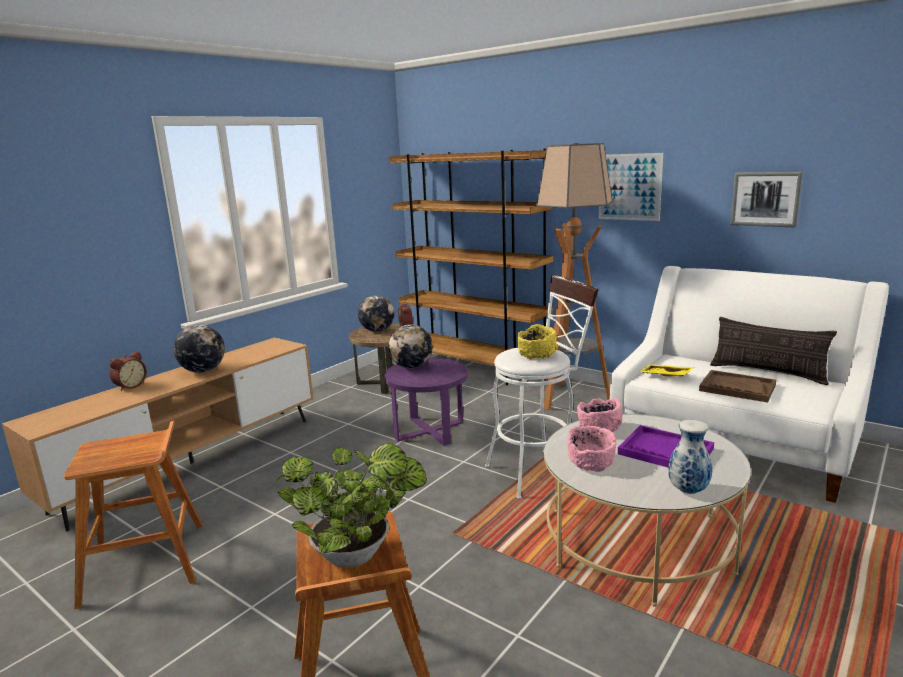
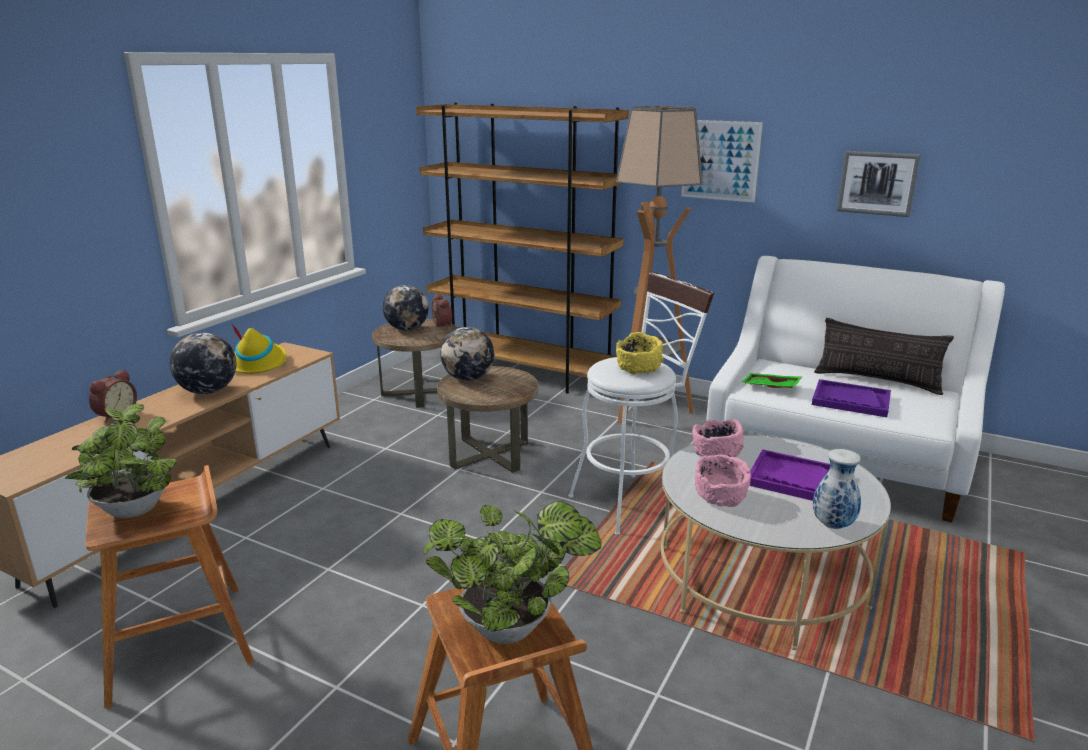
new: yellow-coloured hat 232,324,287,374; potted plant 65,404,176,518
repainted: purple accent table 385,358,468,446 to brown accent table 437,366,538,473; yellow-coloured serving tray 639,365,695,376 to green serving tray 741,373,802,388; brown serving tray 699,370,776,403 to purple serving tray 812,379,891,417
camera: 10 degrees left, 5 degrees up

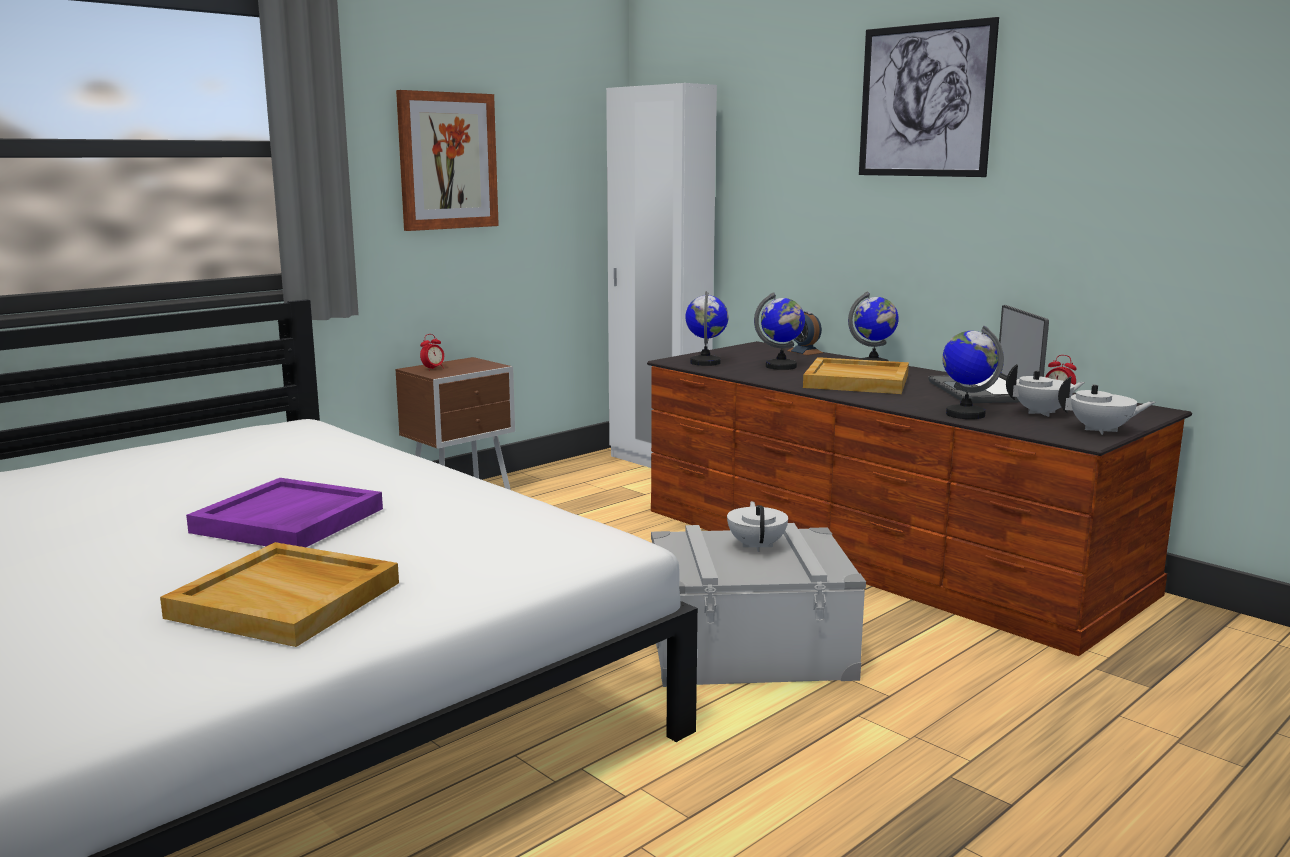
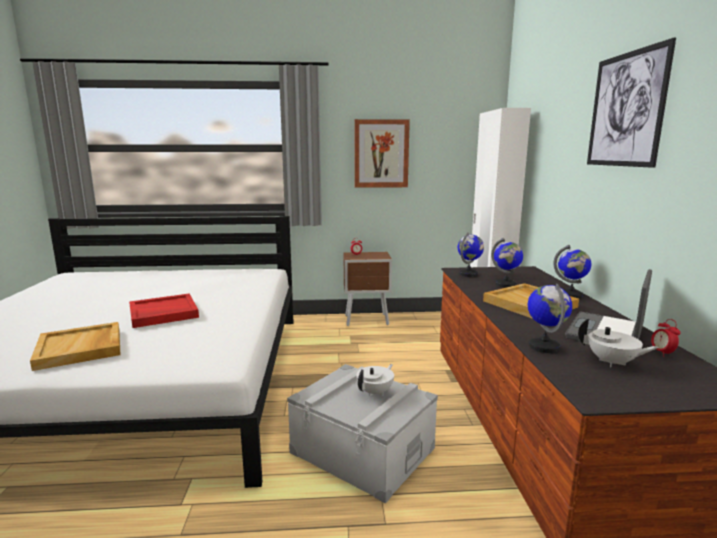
gone: bedside clock 787,311,823,355; whitish pot for tea 1058,376,1156,435
repainted: purple serving tray 186,478,383,547 to red-coloured serving tray 129,294,199,328
camera: 40 degrees right, 0 degrees up

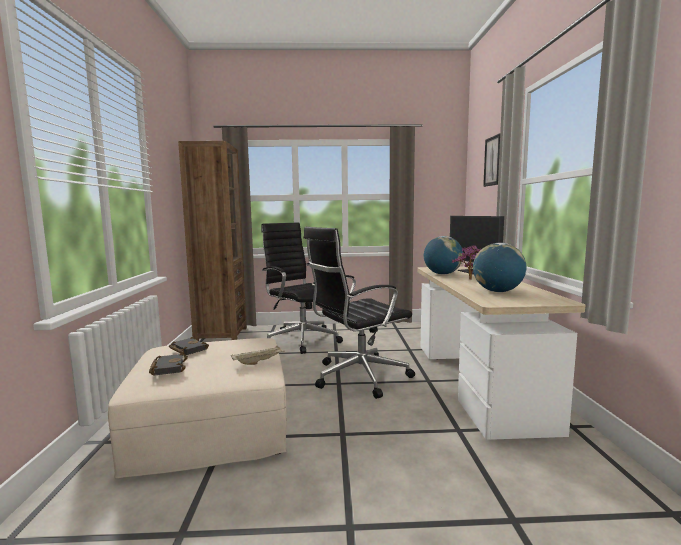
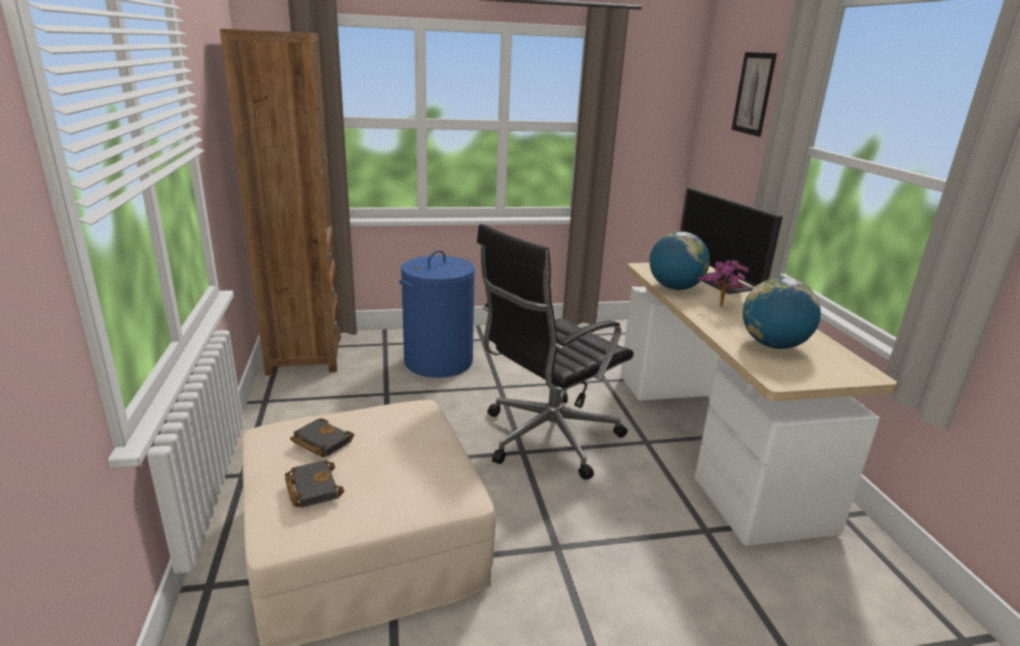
gone: sand-coloured serving tray 231,345,285,365
swapped: blackish desk chair 261,222,343,354 to bluish laundry basket 399,250,475,378
camera: 10 degrees left, 15 degrees up

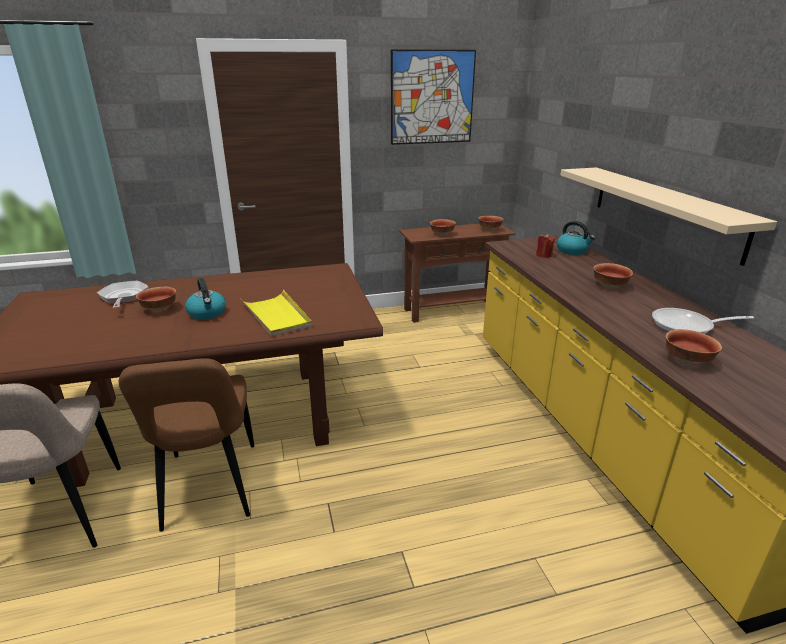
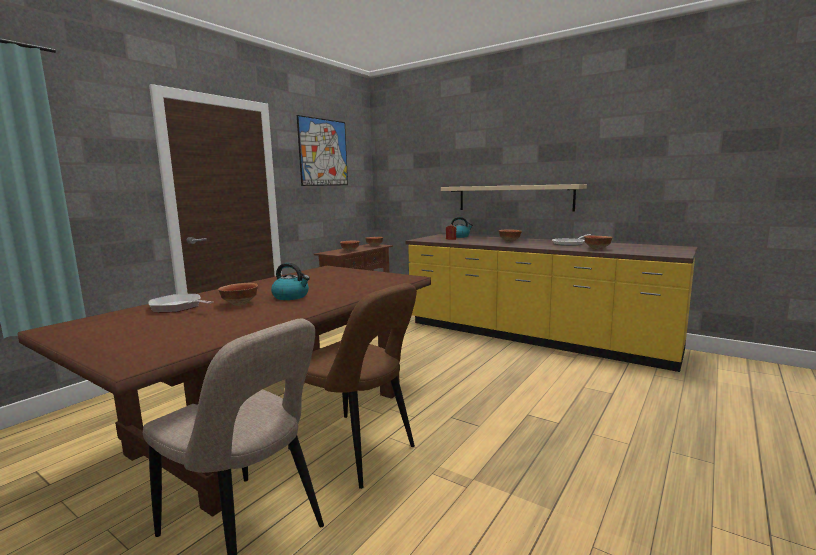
gone: yellow-coloured serving tray 241,290,312,337
camera: 40 degrees left, 15 degrees down

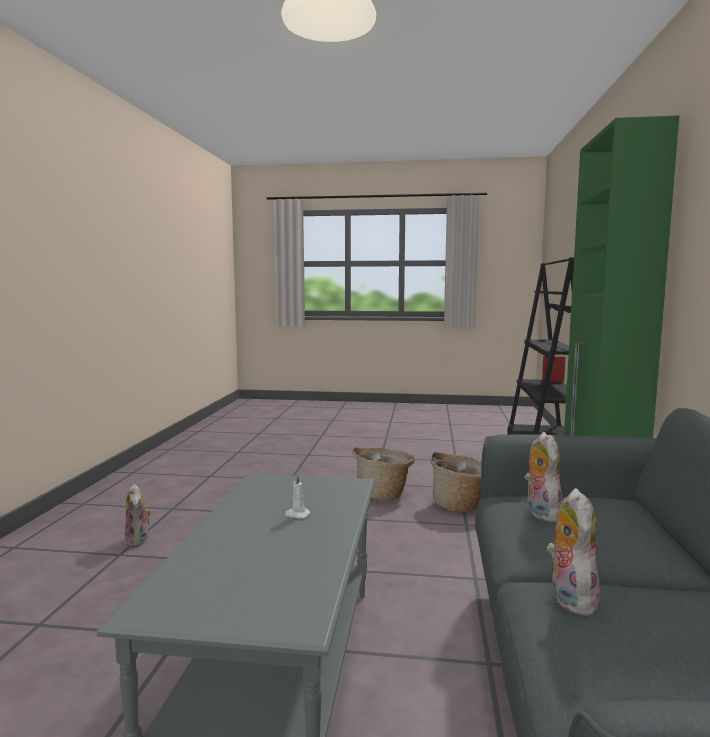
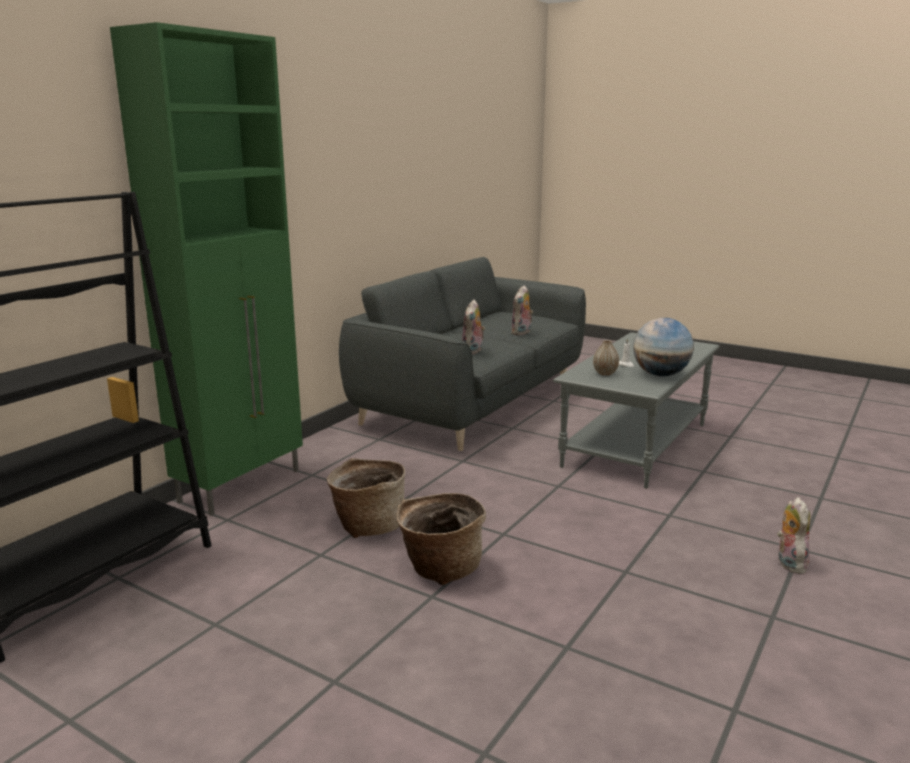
new: world globe 633,318,694,377; vase 593,340,619,376
camera: 155 degrees left, 10 degrees up

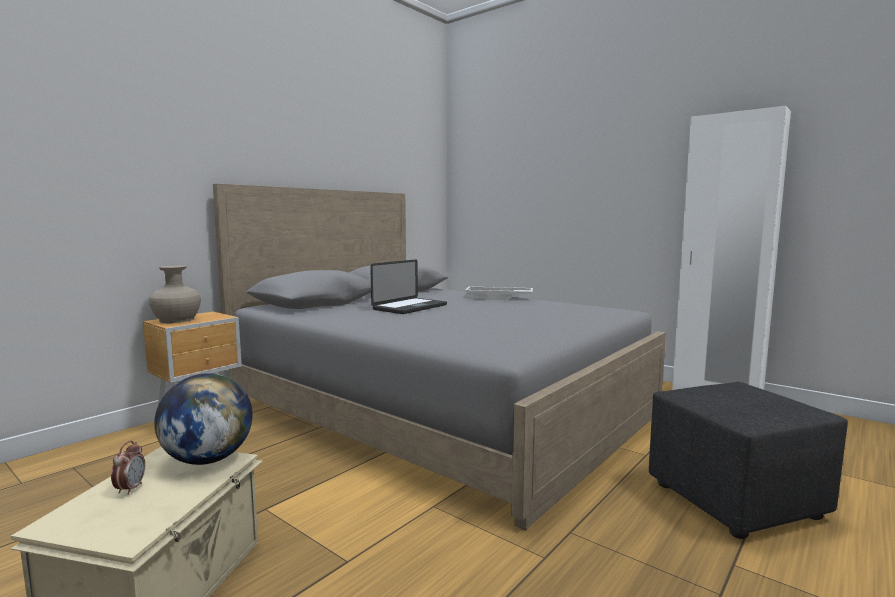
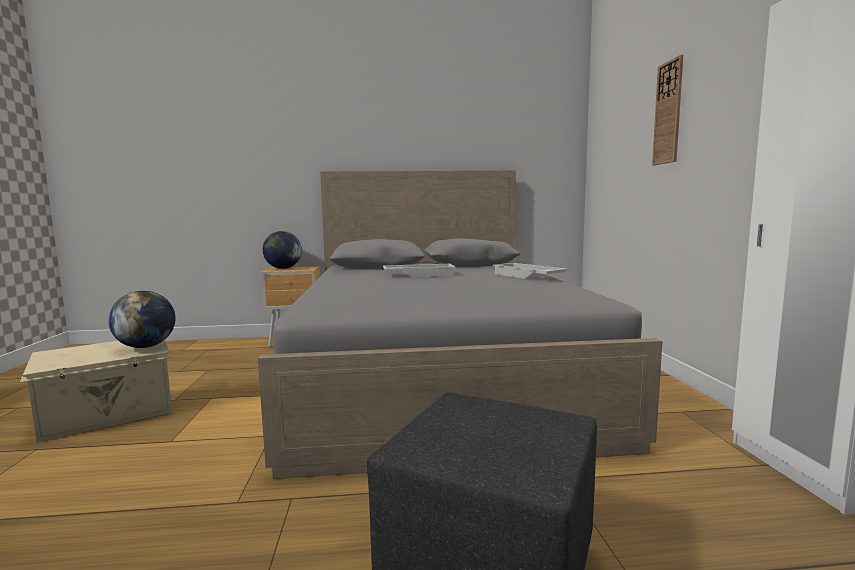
gone: bedside clock 111,441,145,495
new: clock on the wall 652,55,683,165
swapped: laptop 370,260,447,314 to whitish serving tray 383,264,455,278; sand-coloured vase 149,265,201,323 to world globe 262,231,302,269
camera: 45 degrees right, 0 degrees up

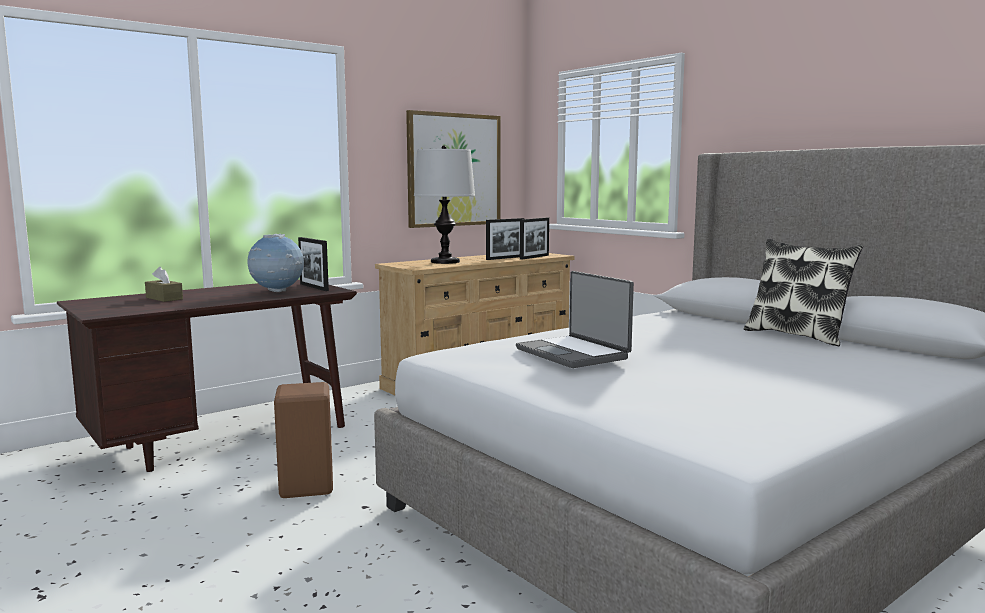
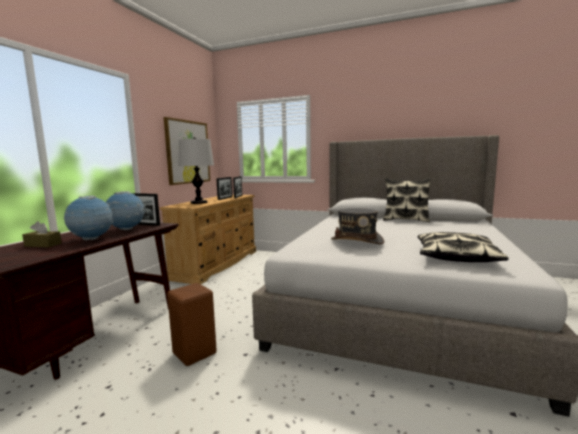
new: world globe 63,195,113,240; cushion 418,232,509,262
swapped: laptop 516,271,634,368 to gray hat 331,208,385,244
camera: 30 degrees left, 0 degrees up

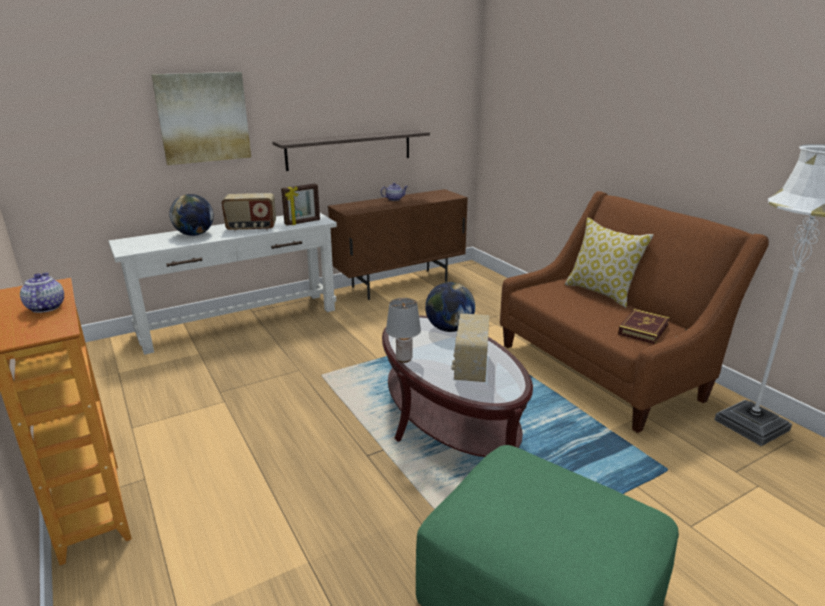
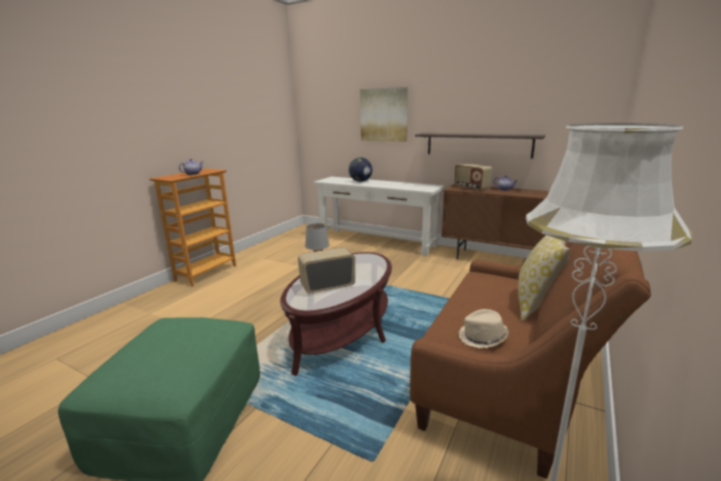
gone: picture frame 281,184,320,226; world globe 425,282,475,332
shifted: radio receiver 221,193,276,231 to 454,163,493,191
swapped: bound book 618,309,670,344 to sand-coloured hat 459,309,509,348
camera: 60 degrees right, 5 degrees down

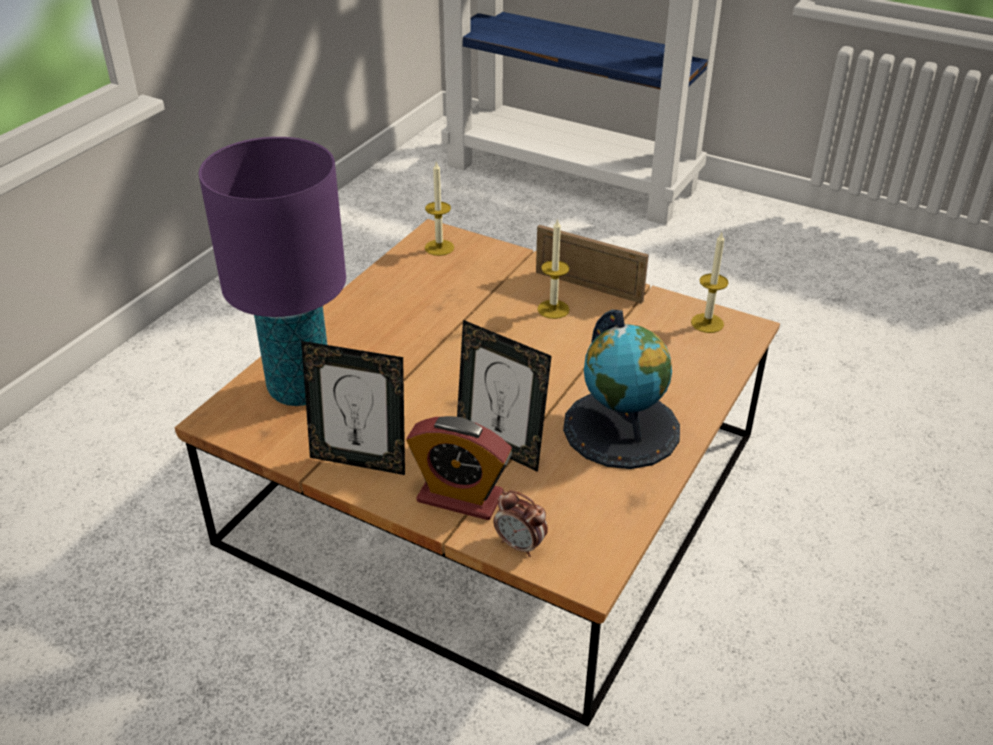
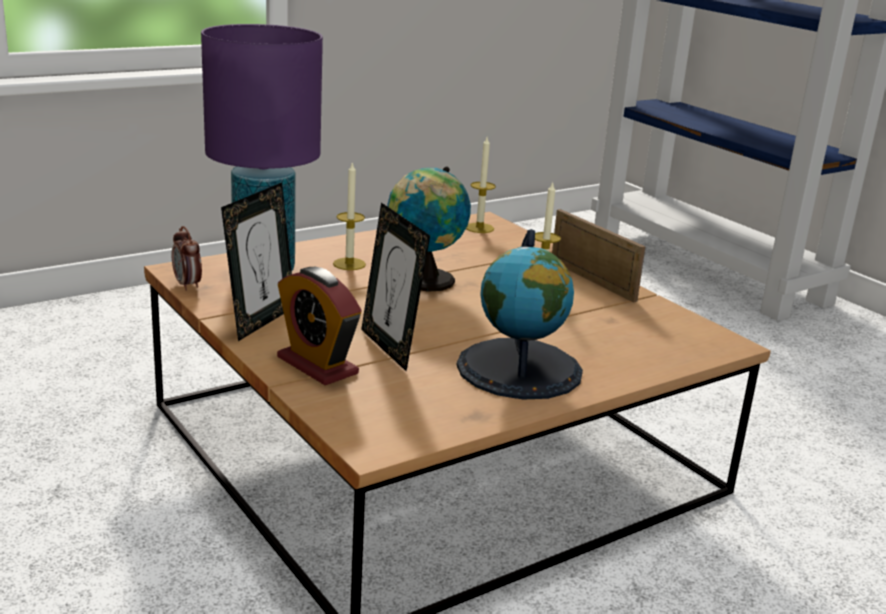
new: world globe 388,166,471,292
shifted: candle 691,233,729,333 to 333,161,366,270; bedside clock 494,490,548,557 to 172,226,202,291
rotated: picture frame 301,341,405,475 = 221,183,292,341 105 degrees counterclockwise
camera: 25 degrees right, 15 degrees down

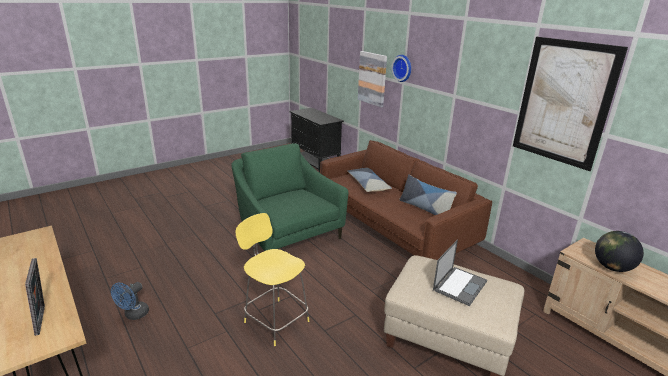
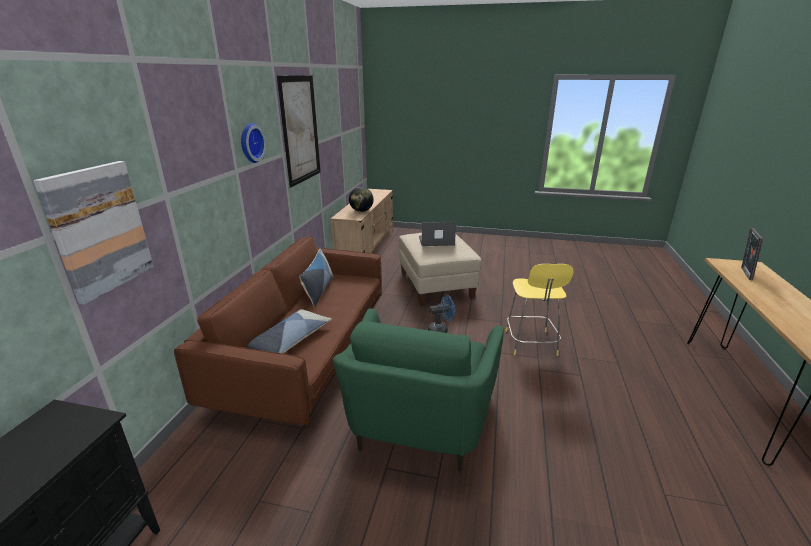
shifted: clock on the wall 391,55,411,82 to 241,123,266,163; bluish cooling fan 111,282,149,320 to 428,295,455,333
camera: 130 degrees left, 0 degrees up

